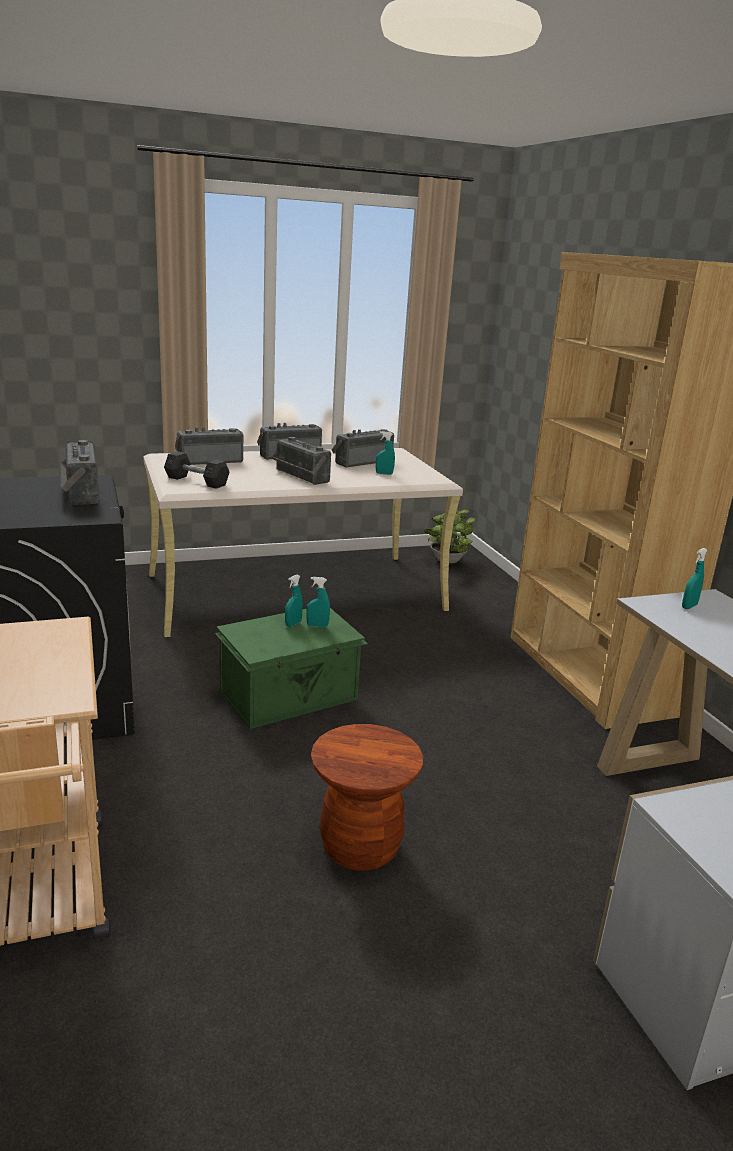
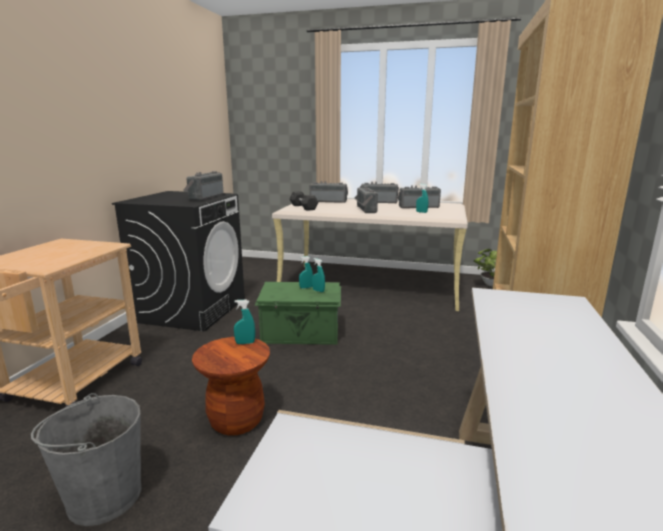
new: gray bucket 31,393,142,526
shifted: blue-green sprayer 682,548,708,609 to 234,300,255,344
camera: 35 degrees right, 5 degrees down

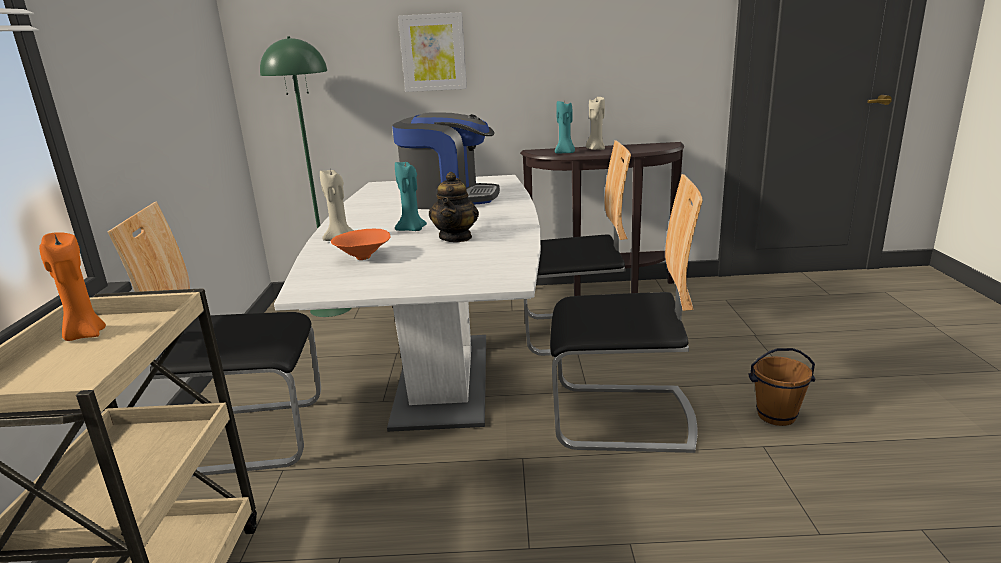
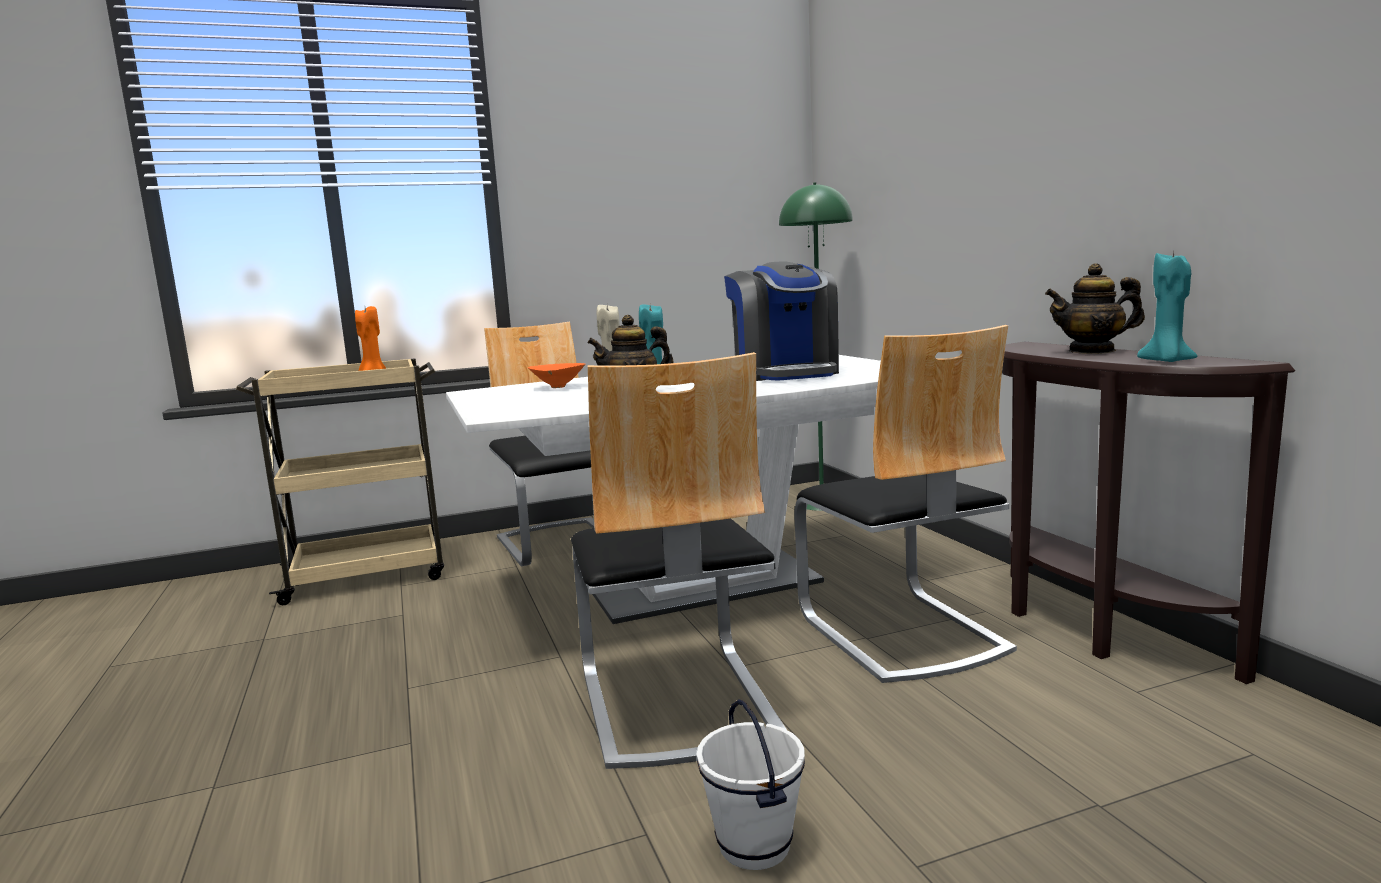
gone: wall picture 398,12,467,92
shifted: blue-green candle 555,100,575,154 to 1137,252,1198,362
swapped: sand-coloured candle 586,97,605,150 to pot for tea 1045,263,1145,354
repainted: brown bucket 748,348,816,426 to whitish bucket 697,699,805,870
camera: 70 degrees right, 10 degrees down

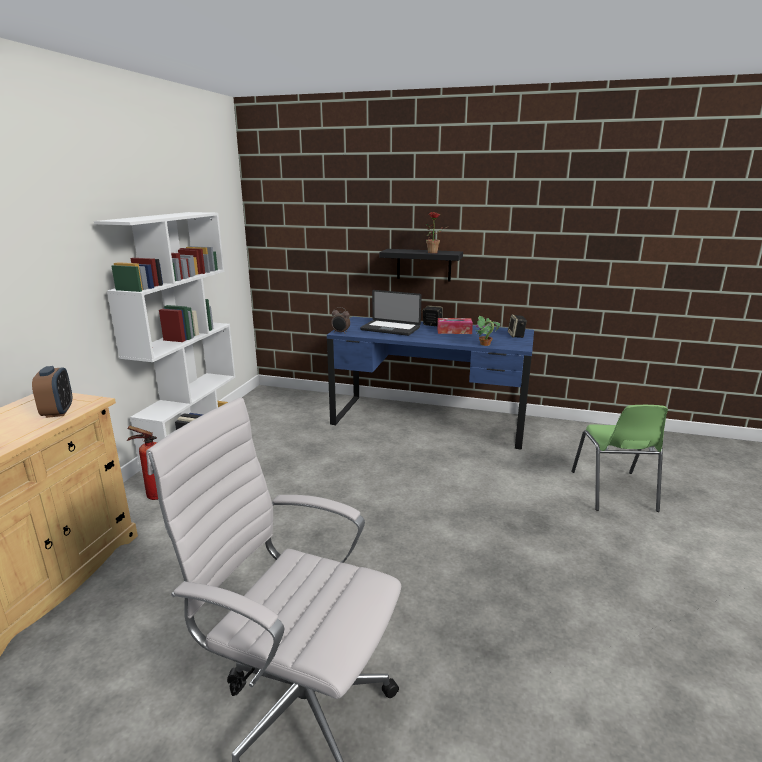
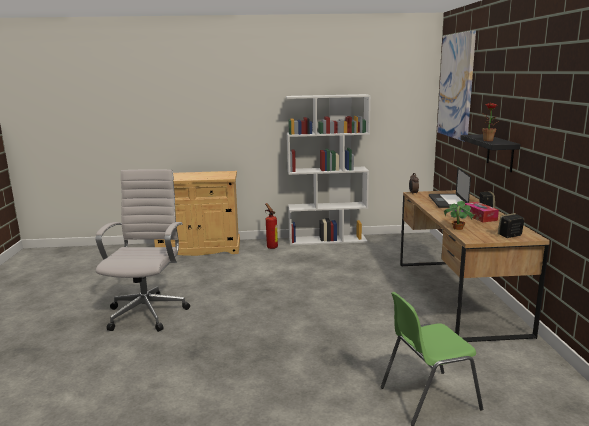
gone: bedside clock 32,366,72,418
new: wall picture 437,30,476,142
repainted: bluish desk table 327,317,534,450 to brown desk table 400,190,550,342
camera: 70 degrees right, 5 degrees down

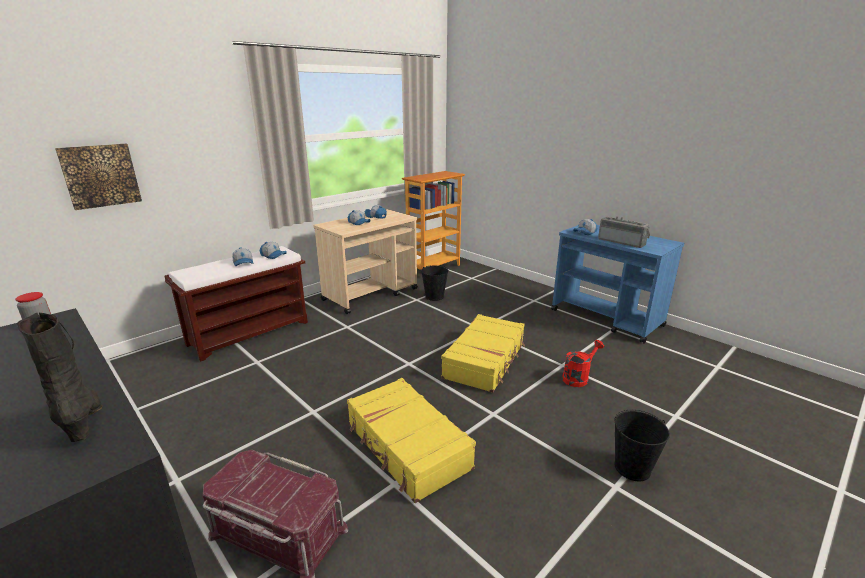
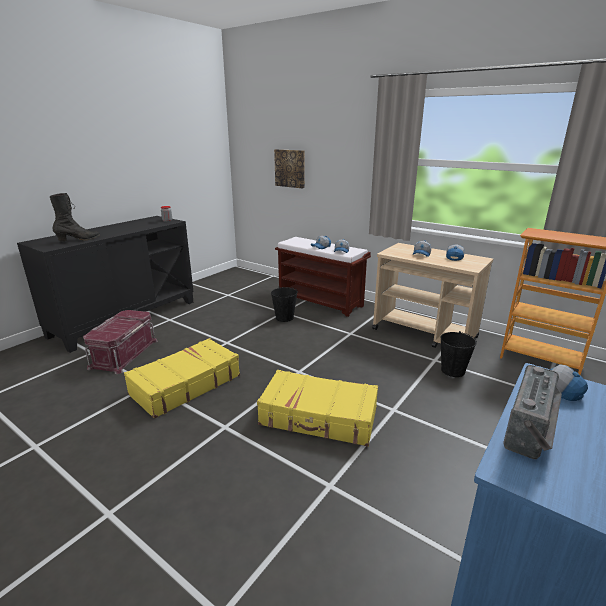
gone: red-coloured sprinkling can 562,340,604,387
shifted: blackish bucket 615,410,670,481 to 271,287,298,322
camera: 80 degrees right, 0 degrees up

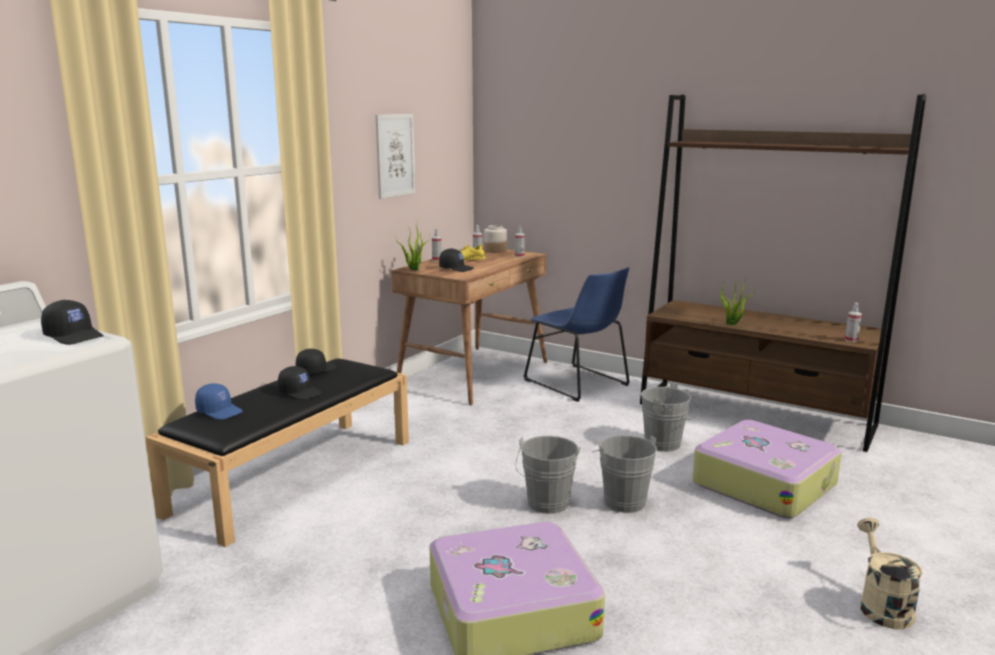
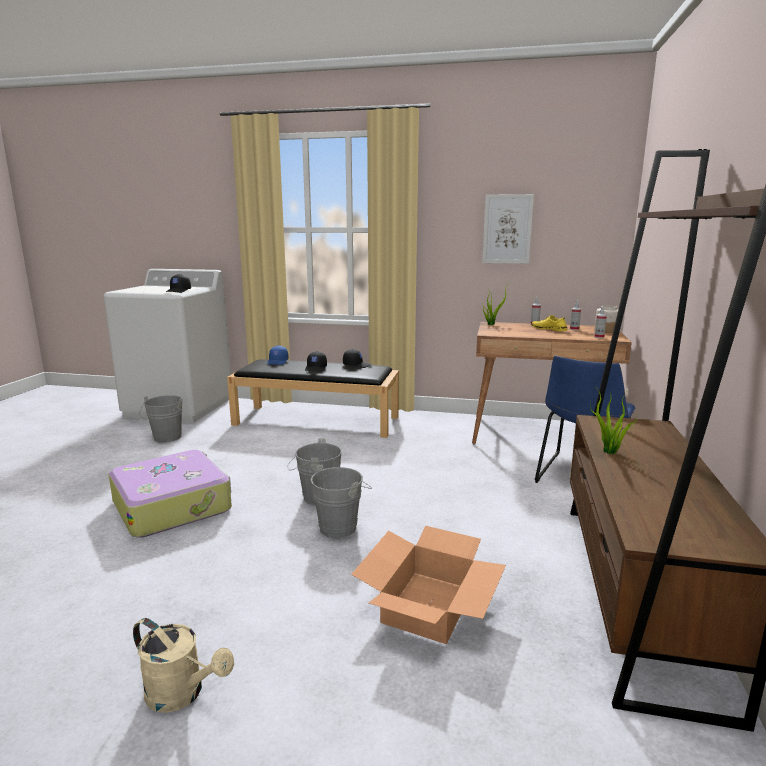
gone: blackish baseball cap 439,248,474,272; sprayer 845,303,862,342
shifted: gray bucket 641,383,699,452 to 139,395,183,443
swapped: piece of luggage 693,420,842,518 to carton 351,526,506,644
rotated: sand-coloured sprinkling can 857,518,923,630 = 133,618,234,713 45 degrees clockwise
camera: 70 degrees right, 0 degrees up

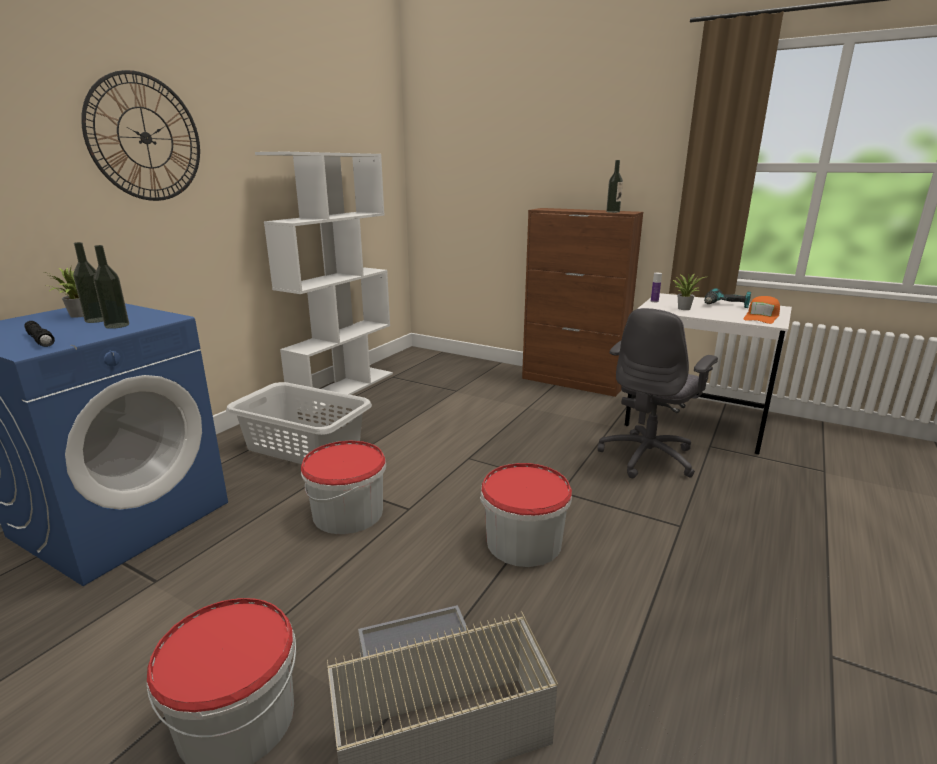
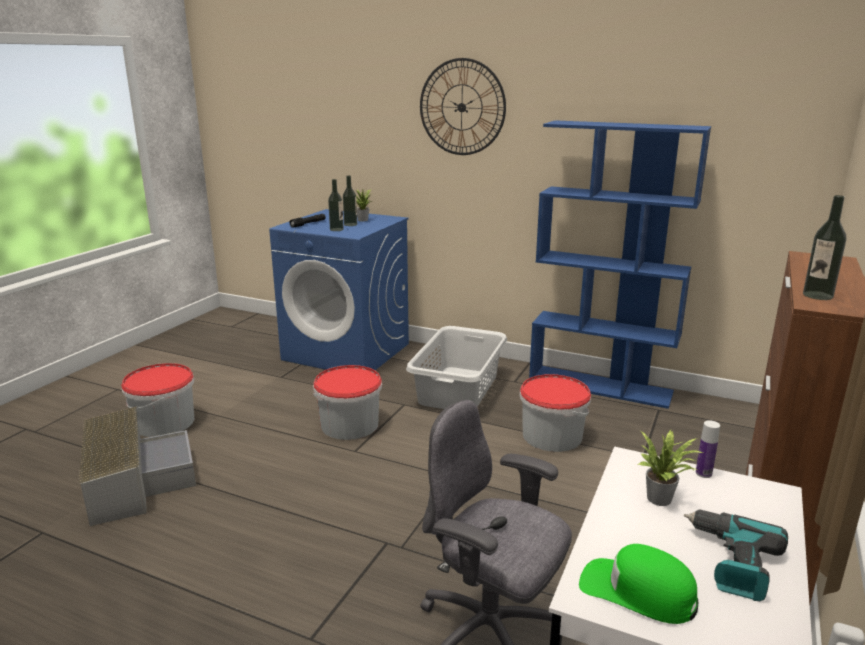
shifted: bucket 480,463,572,567 to 520,374,591,452
repainted: whitish bookcase 255,152,393,413 to bluish bookcase 529,120,711,409; orange-coloured baseball cap 743,296,780,324 to green baseball cap 579,544,698,624
camera: 85 degrees right, 0 degrees up

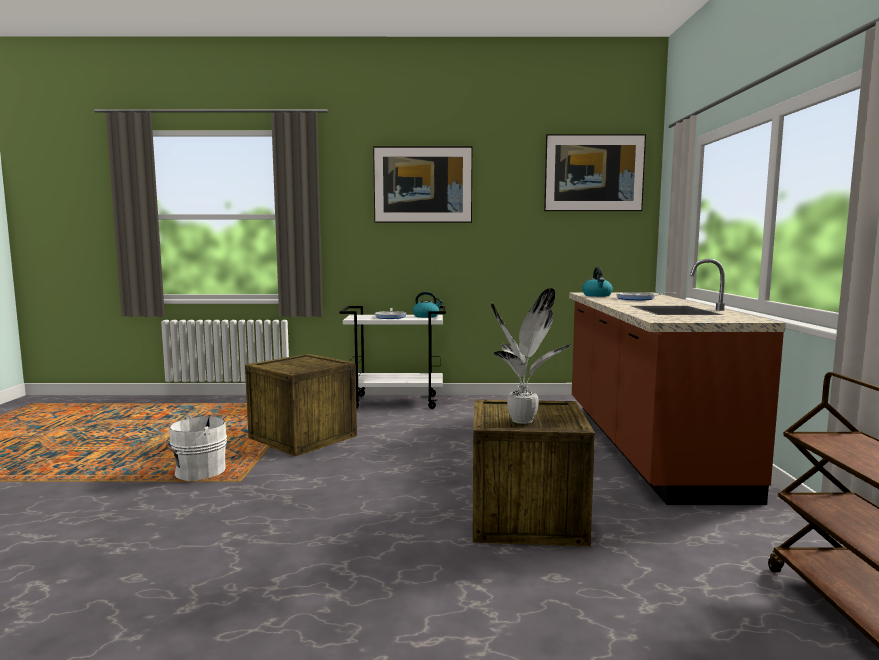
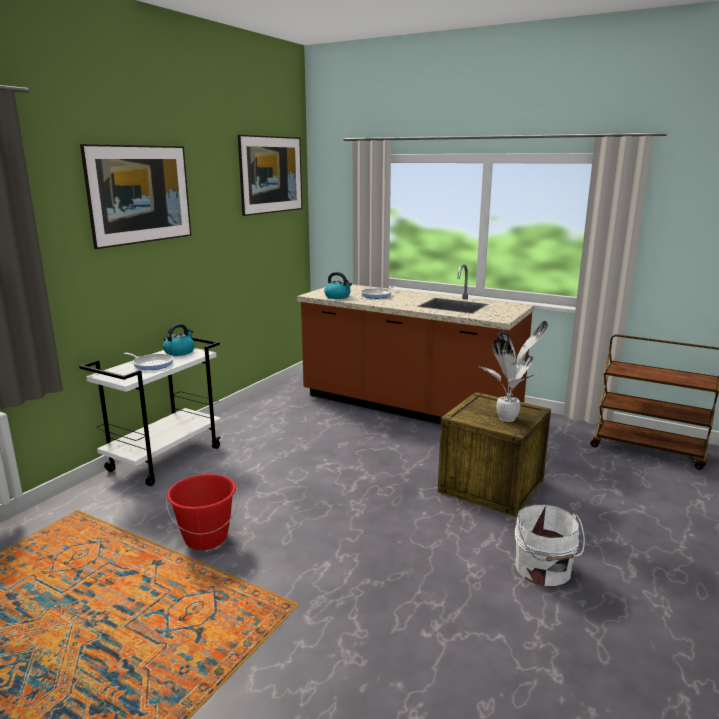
shifted: whitish bucket 166,415,227,481 to 515,504,585,586
swapped: packing crate 245,354,357,457 to red-coloured bucket 166,474,238,550
camera: 60 degrees left, 10 degrees up

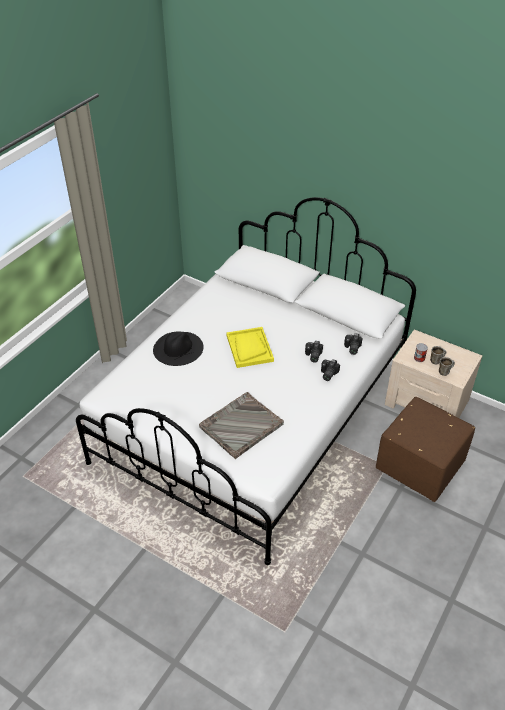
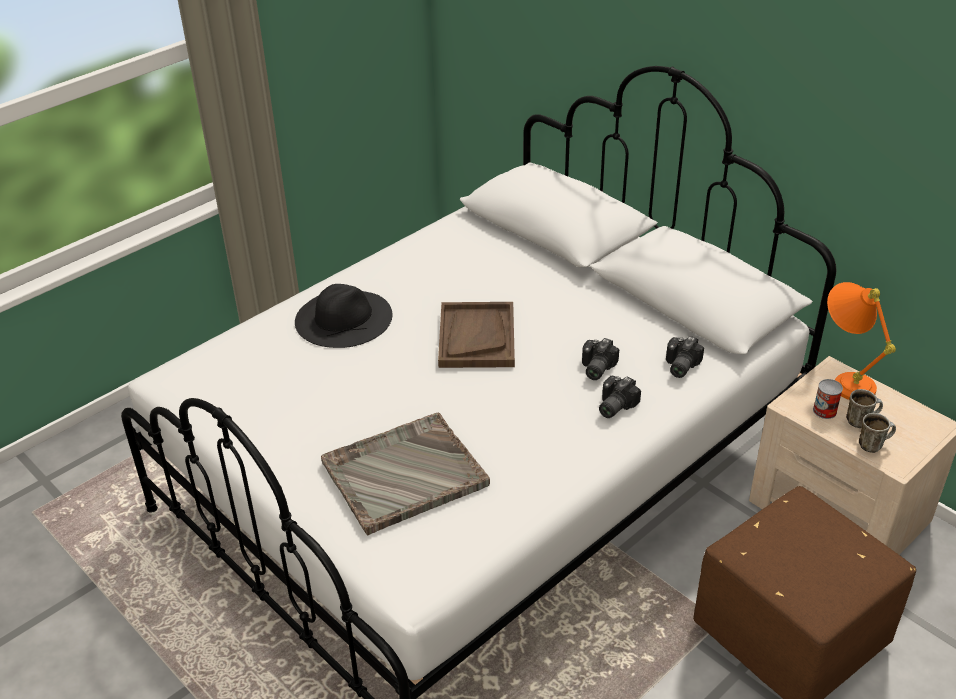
new: orange-coloured lamp for a table 827,282,896,400
repainted: yellow-coloured serving tray 227,327,274,368 to brown serving tray 438,302,515,368
camera: 15 degrees right, 5 degrees down

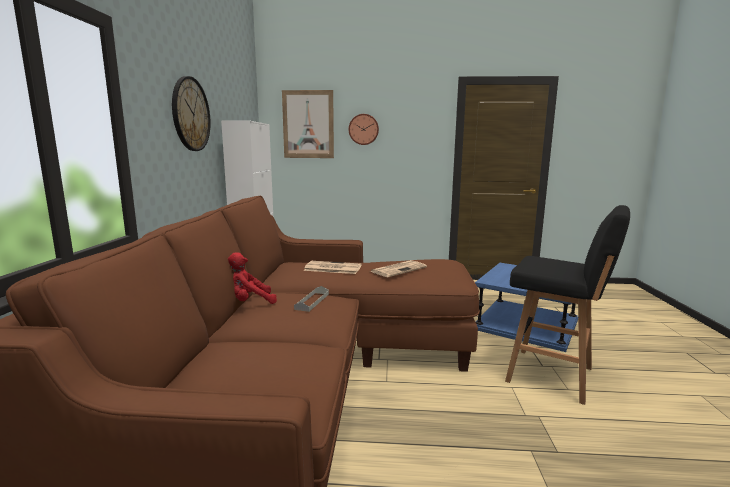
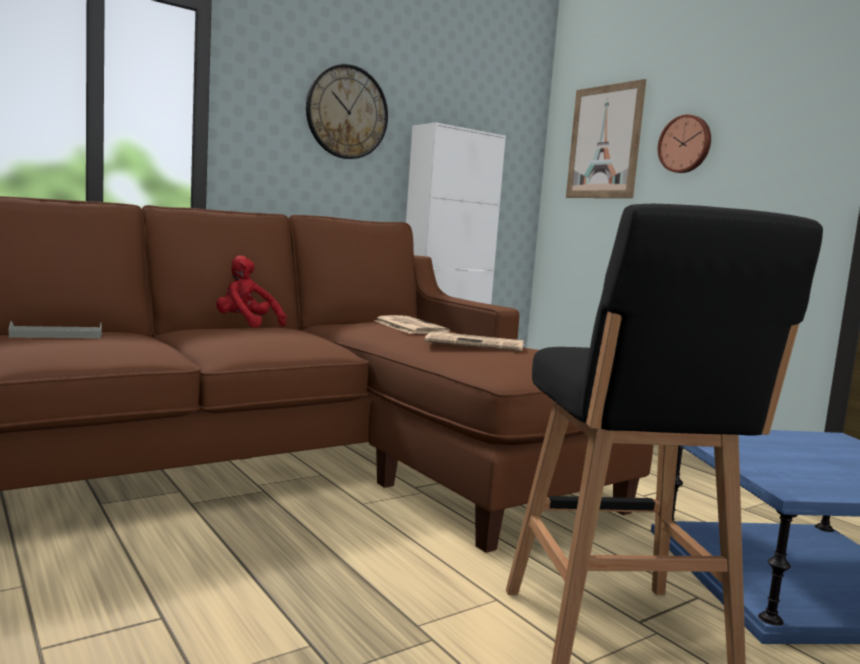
shifted: gray serving tray 294,286,329,312 to 9,321,102,338
camera: 50 degrees right, 5 degrees down

